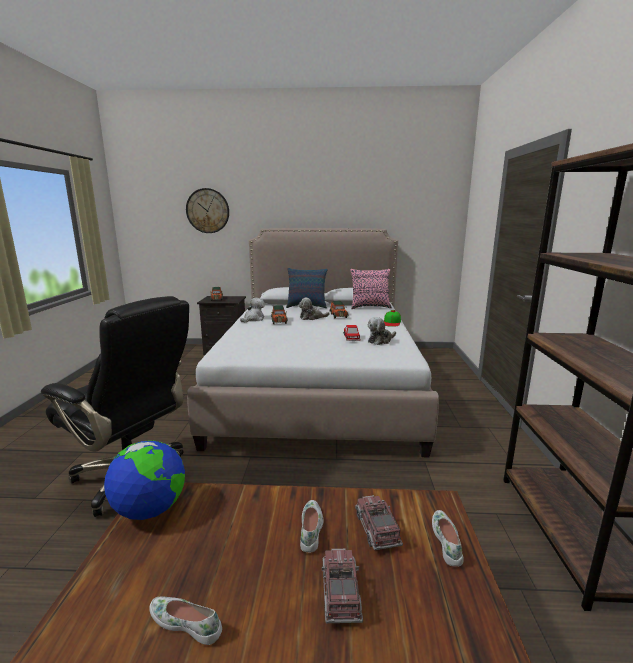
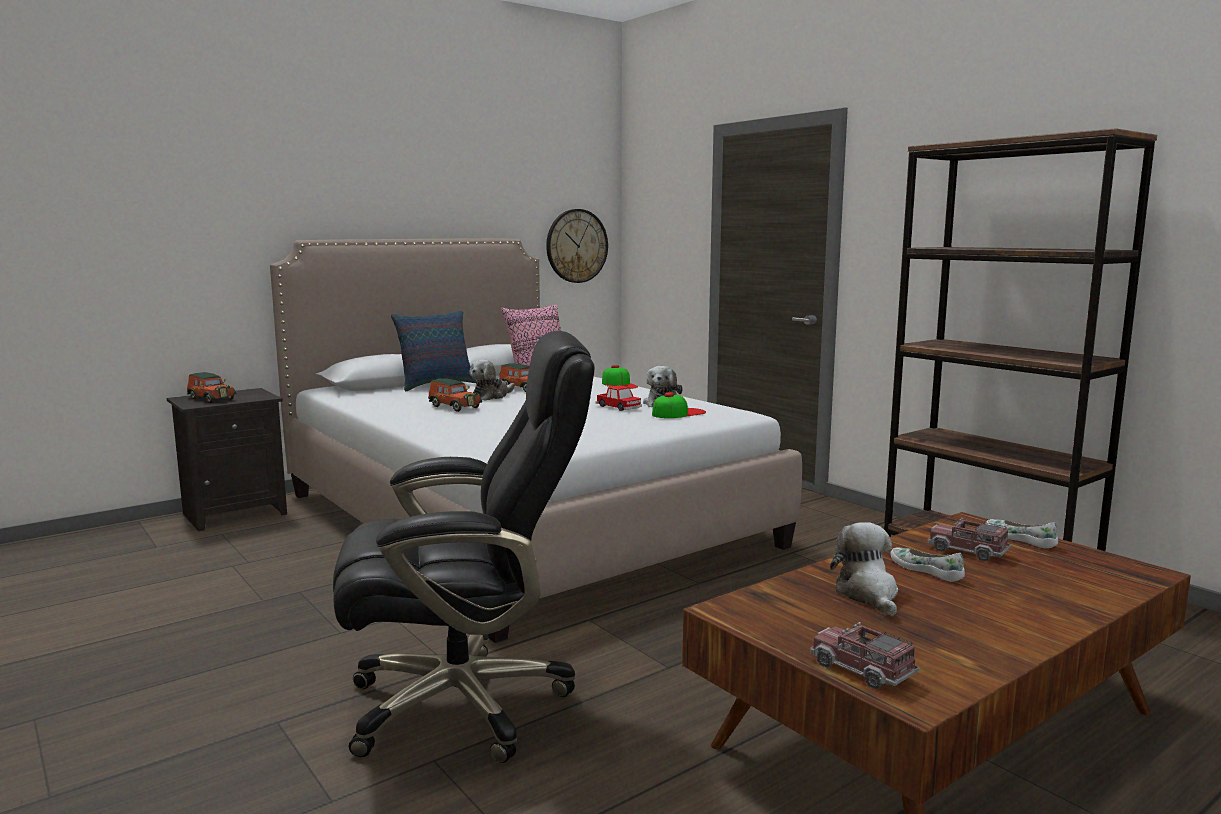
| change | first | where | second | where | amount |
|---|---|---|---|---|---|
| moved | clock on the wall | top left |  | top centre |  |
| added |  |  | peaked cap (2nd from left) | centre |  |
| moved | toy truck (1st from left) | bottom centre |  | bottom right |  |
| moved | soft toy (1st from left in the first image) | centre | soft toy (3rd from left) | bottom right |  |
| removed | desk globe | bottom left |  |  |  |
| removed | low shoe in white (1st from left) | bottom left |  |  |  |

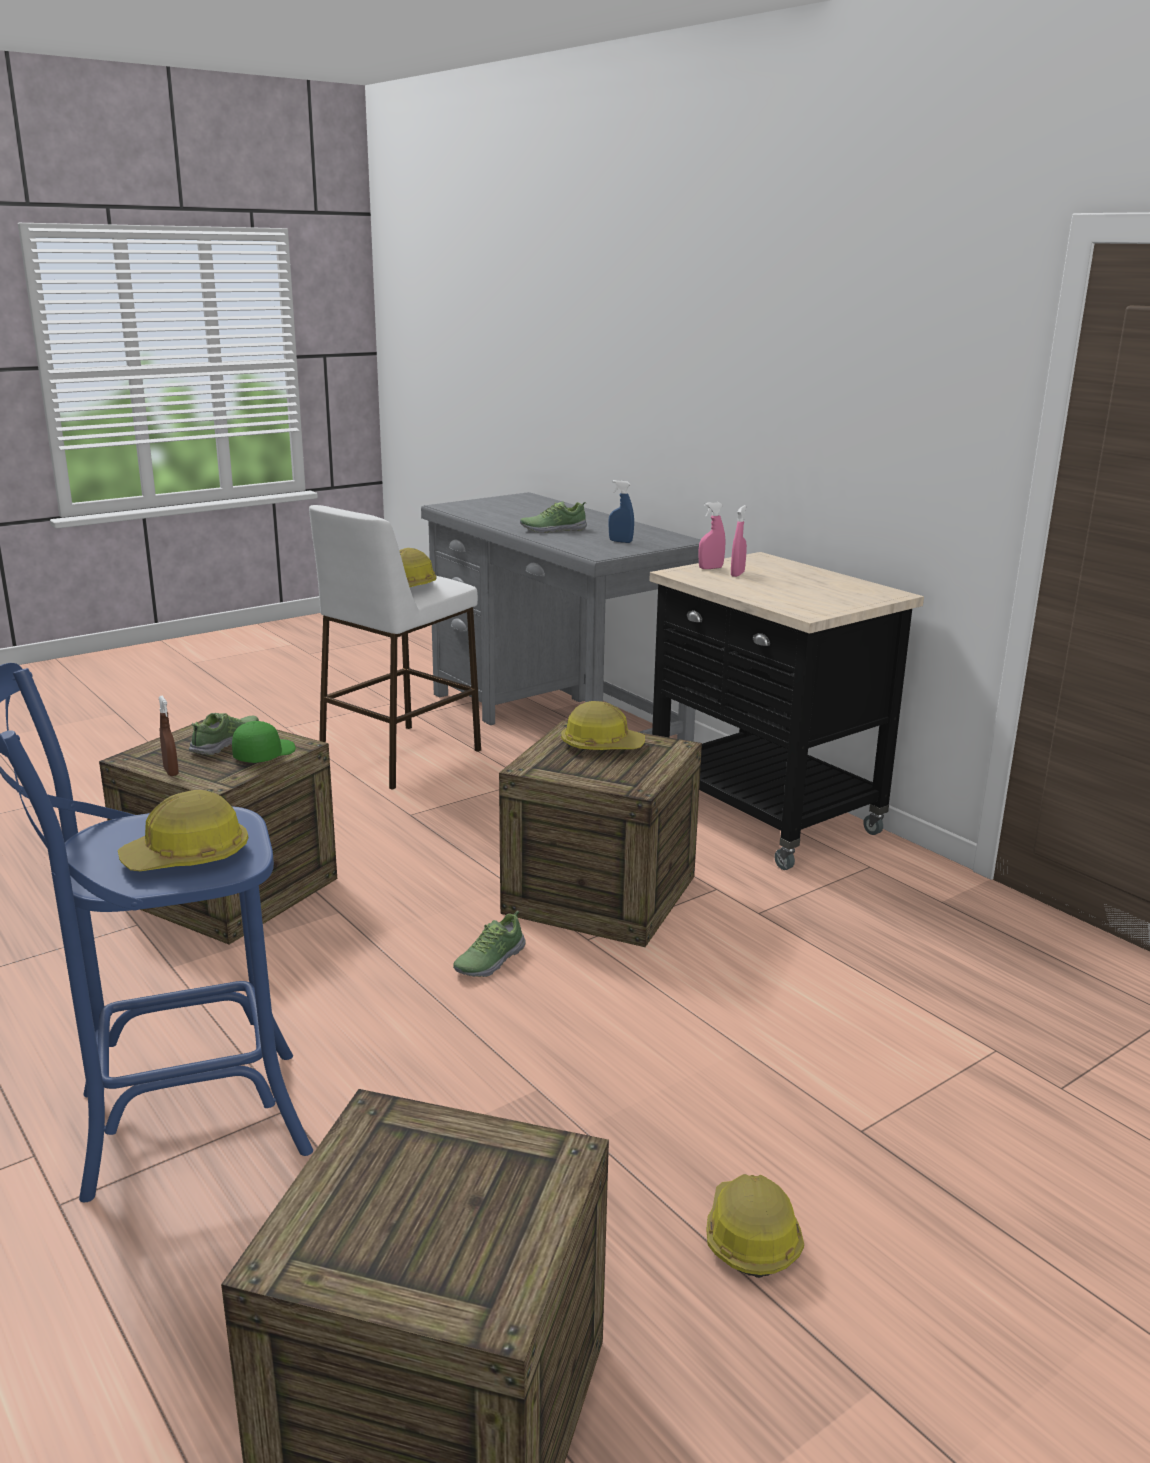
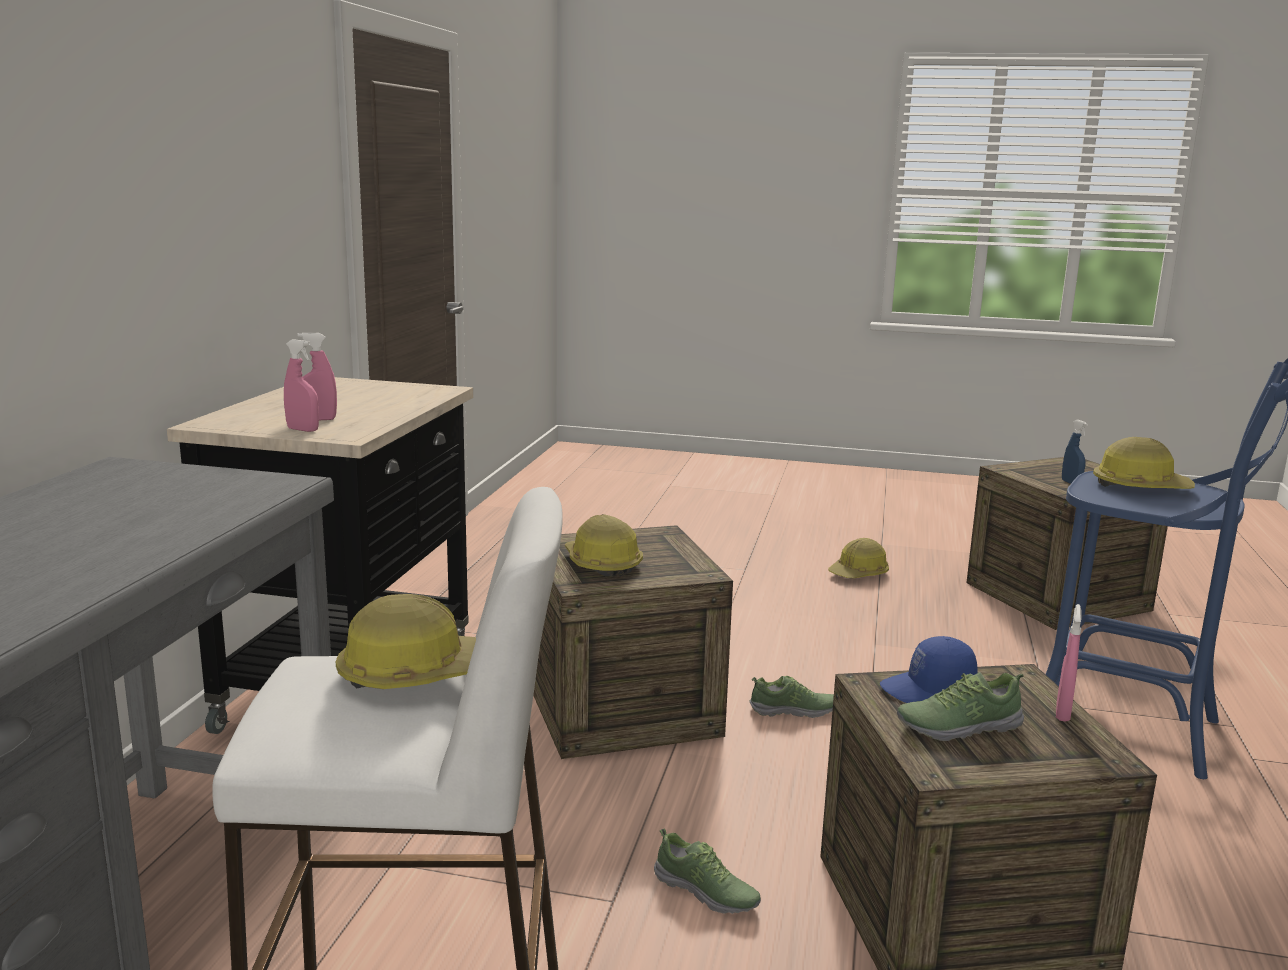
| change | first | where | second | where | amount |
|---|---|---|---|---|---|
| moved | low shoe (3rd from left in the first image) | centre | low shoe (1st from left) | bottom centre |  |
| recoloured | peaked cap in greenish | middle left | peaked cap in blue | bottom right |  |
| recoloured | hand sprayer in brown-coloured | middle left | hand sprayer in pinkish (3rd from left) | bottom right |  |
| moved | hand sprayer in blue | centre |  | middle right |  |

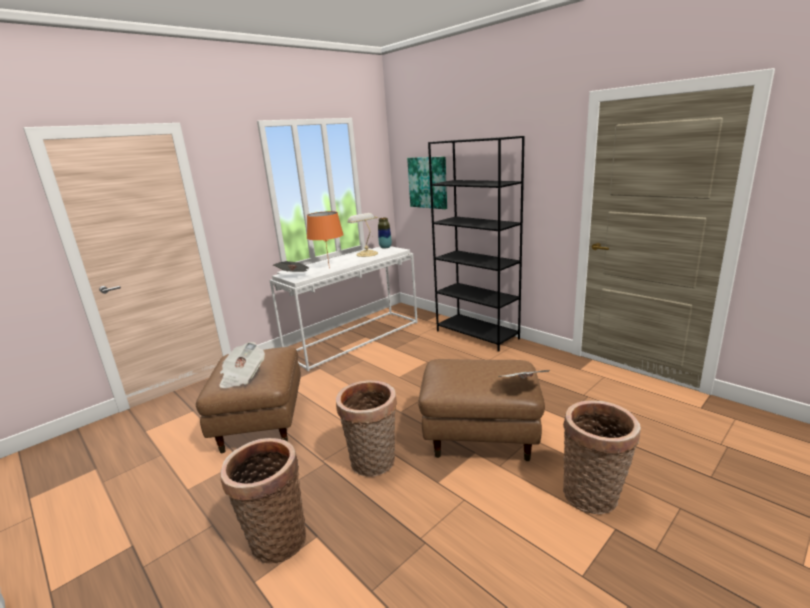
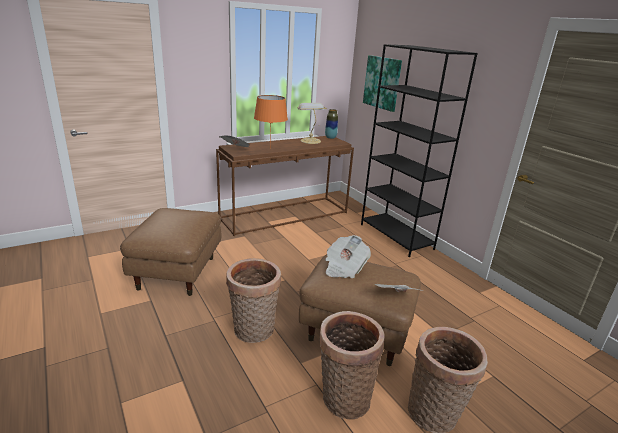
| change | first | where | second | where | amount |
|---|---|---|---|---|---|
| recoloured | console table in white | centre | console table in brown-coloured | centre |  |
| moved | basket (1st from left in the first image) | bottom left | basket (2nd from left) | bottom centre |  |
| moved | newspaper (1st from left in the first image) | middle left | newspaper (2nd from left) | centre |  |

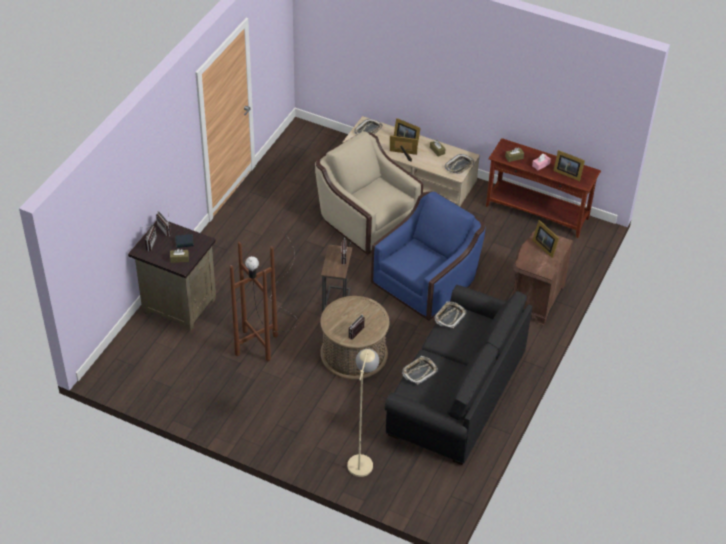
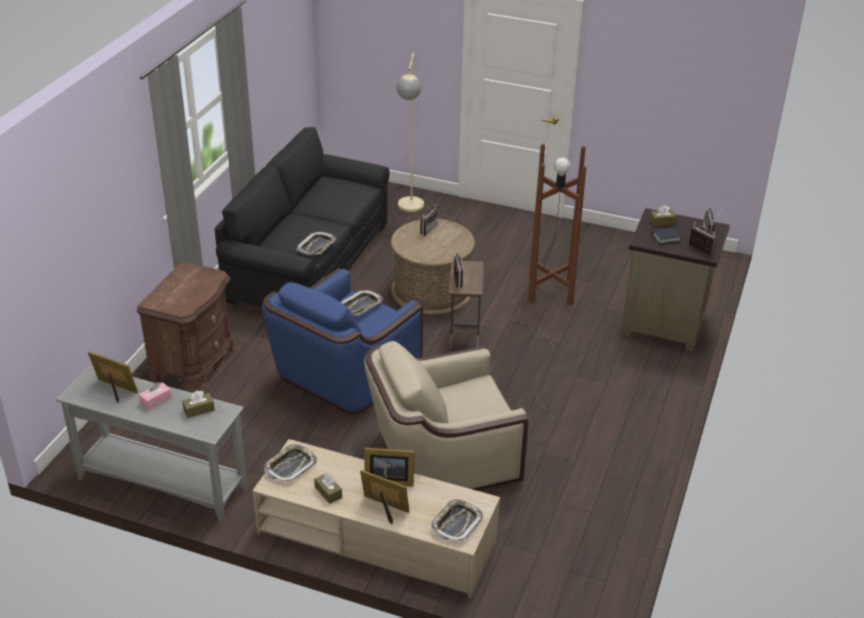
| change | first | where | second | where | amount |
|---|---|---|---|---|---|
| recoloured | console table in brown-coloured | middle right | console table in greyish | bottom left |  |
| moved | tray (2nd from left in the first image) | bottom centre | tray (3rd from left) | centre |  |
| turned | easy chair in beige-coloured | centre |  | bottom centre | 120 degrees clockwise |
| removed | standing frame (3rd from left) | middle right |  |  |  |

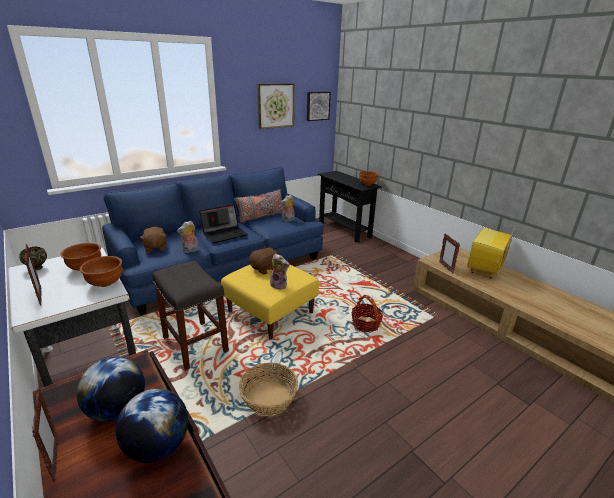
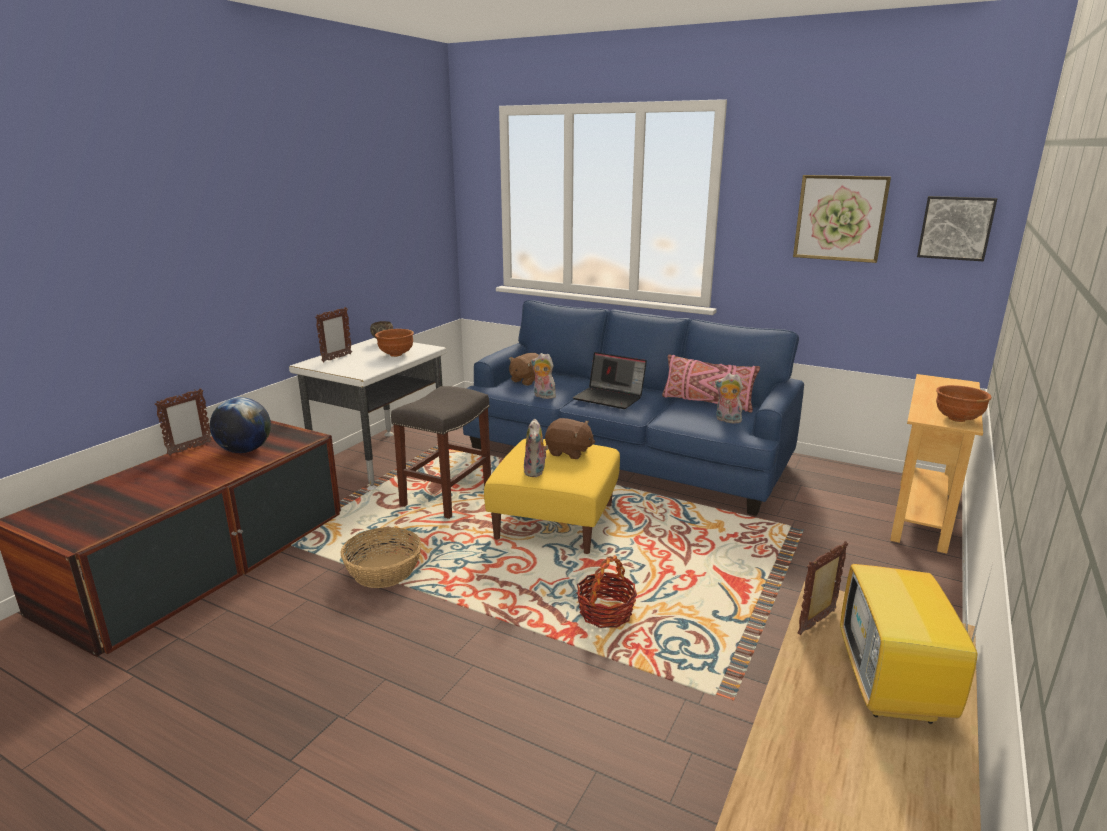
| change | first | where | second | where | amount |
|---|---|---|---|---|---|
| recoloured | pillow in greyish | centre | pillow in pinkish | centre |  |
| turned | TV set | middle right |  | bottom right | 90 degrees counterclockwise |
| recoloured | console table in black-coloured | centre | console table in beige-coloured | middle right |  |
| removed | deep dish in brown-coloured (3rd from left) | middle left |  |  |  |
| removed | desk globe (2nd from left) | bottom left |  |  |  |

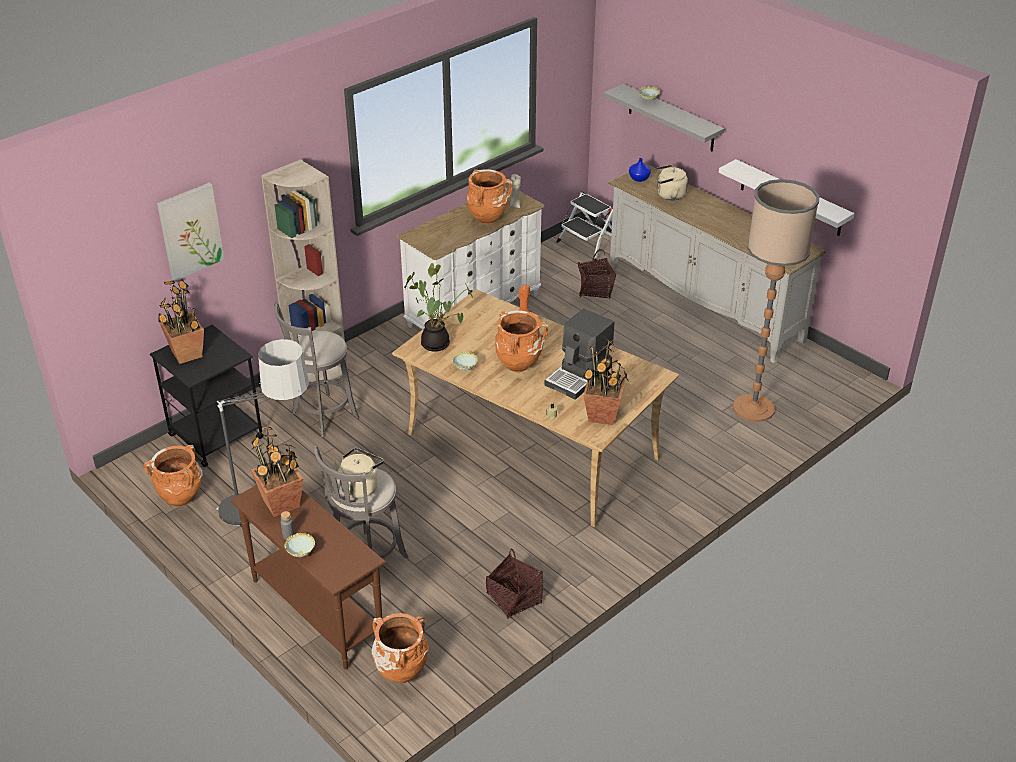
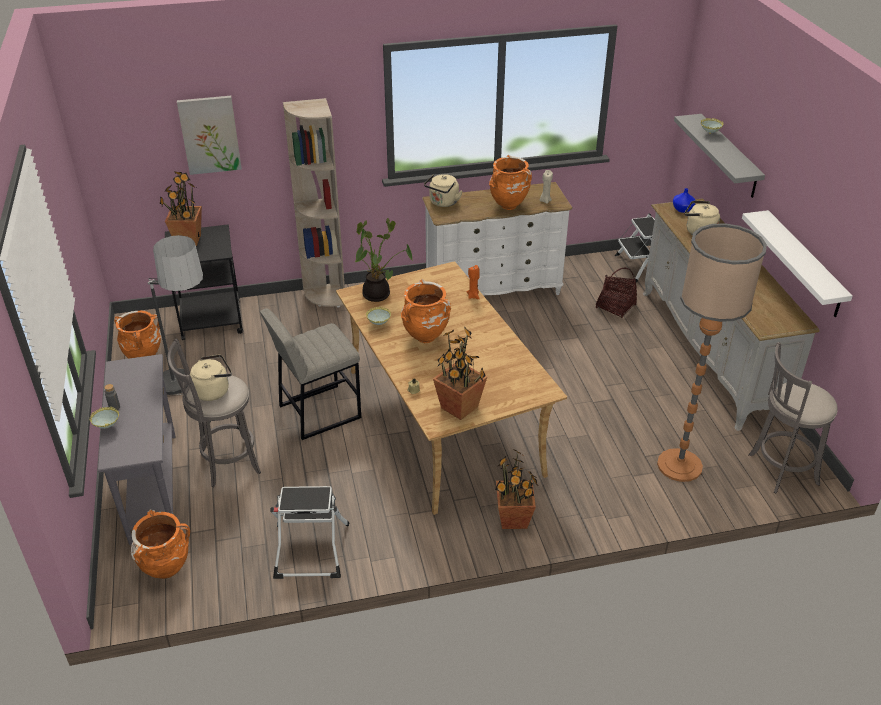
| change | first | where | second | where | amount |
|---|---|---|---|---|---|
| recoloured | console table in brown-coloured | bottom left | console table in greyish | middle left |  |
| added |  |  | plain chair in greyish | centre |  |
| replaced | basket (1st from left) | bottom centre | stepladder (1st from left) | bottom centre |  |
| added |  |  | kettle in beige-coloured (2nd from left) | top centre |  |
| moved | potted plant (2nd from left in the first image) | middle left | potted plant (4th from left) | bottom centre |  |
| moved | sitting stool in greyish (1st from left in the first image) | middle left | sitting stool in greyish (2nd from left) | middle right |  |
| removed | coffee maker | centre |  |  |  |

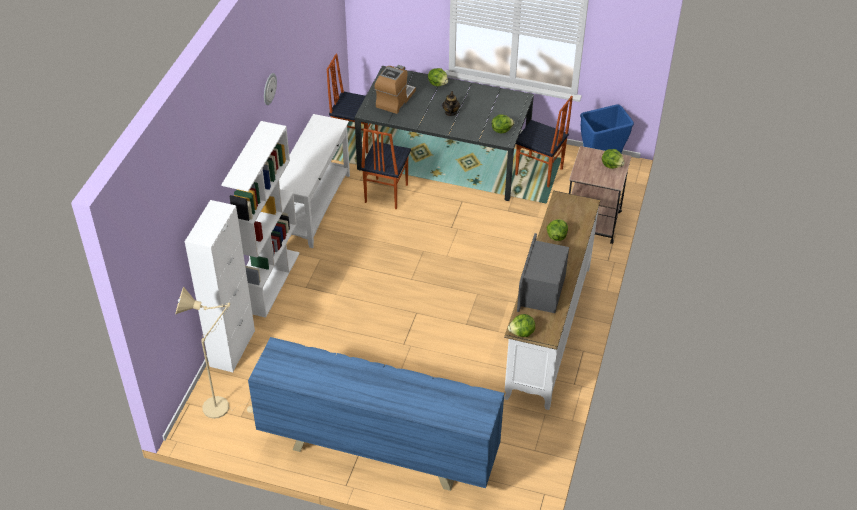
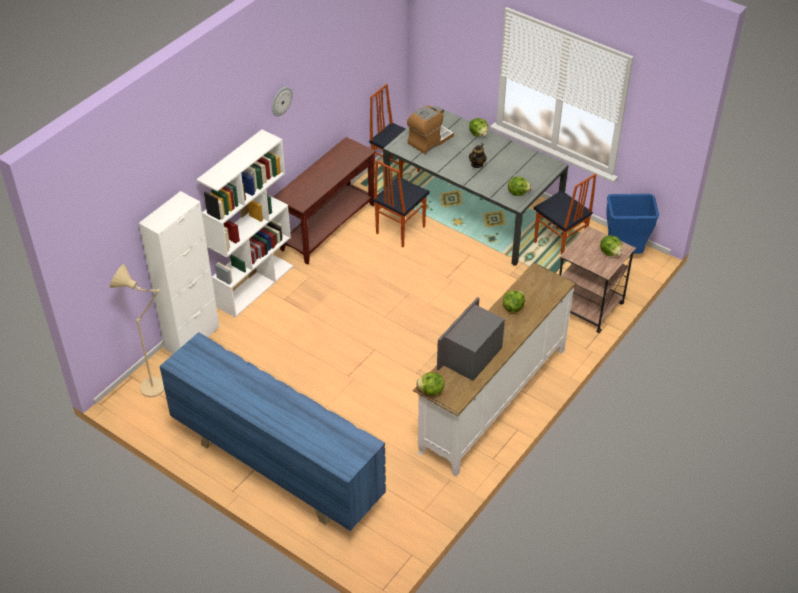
| change | first | where | second | where | amount |
|---|---|---|---|---|---|
| recoloured | console table in white | centre | console table in brown-coloured | centre |  |

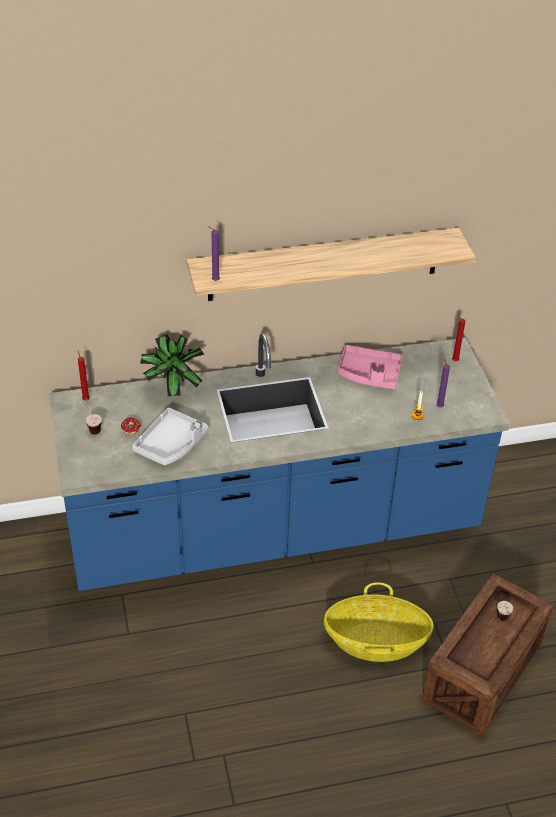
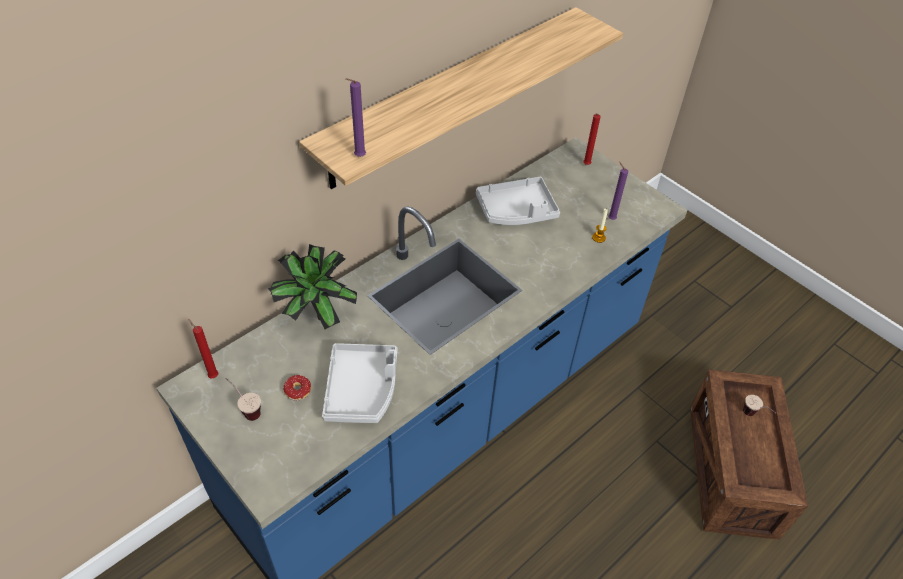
| change | first | where | second | where | amount |
|---|---|---|---|---|---|
| recoloured | tray in pinkish | centre | tray in greyish (2nd from left) | centre |  |
| removed | basket | bottom right |  |  |  |

